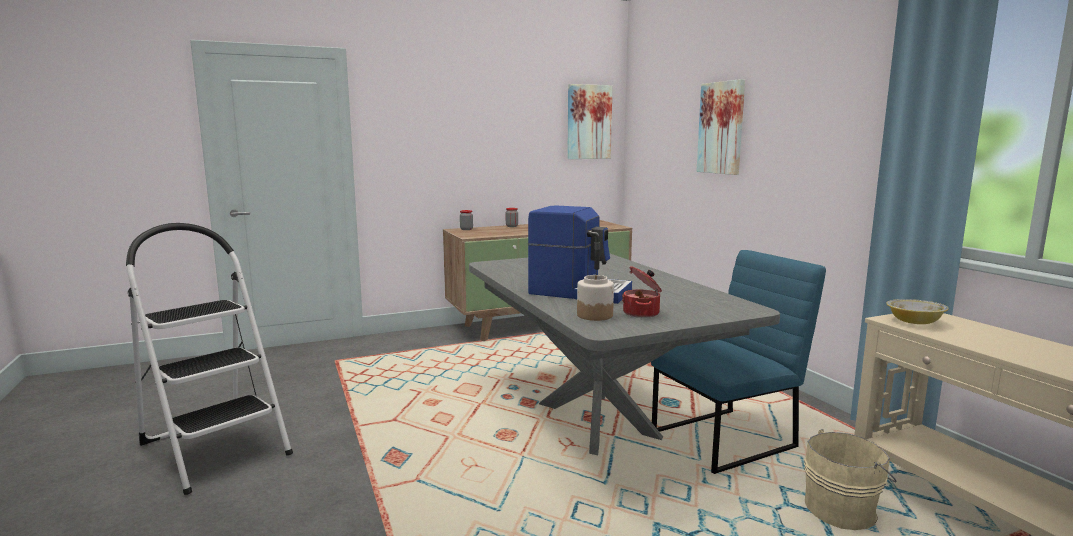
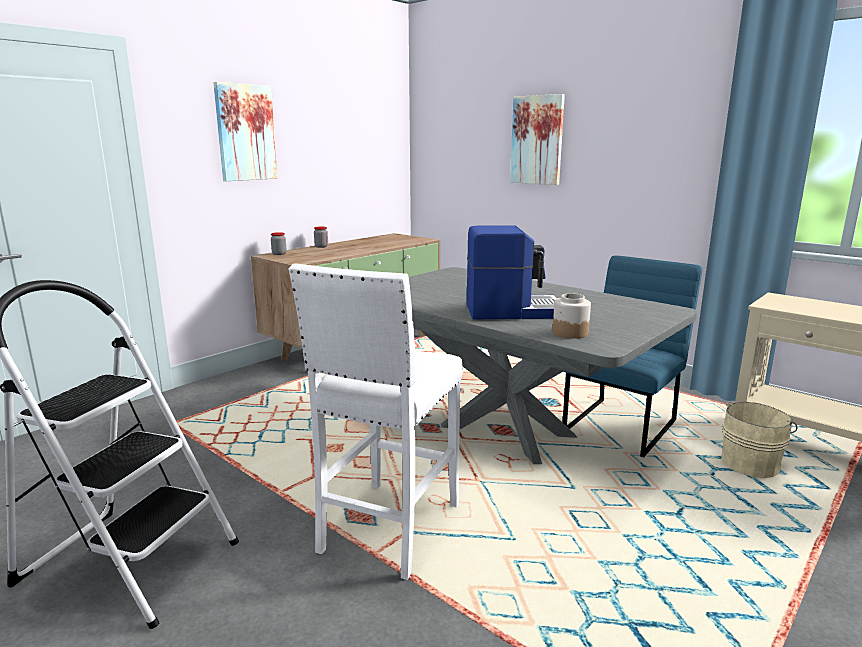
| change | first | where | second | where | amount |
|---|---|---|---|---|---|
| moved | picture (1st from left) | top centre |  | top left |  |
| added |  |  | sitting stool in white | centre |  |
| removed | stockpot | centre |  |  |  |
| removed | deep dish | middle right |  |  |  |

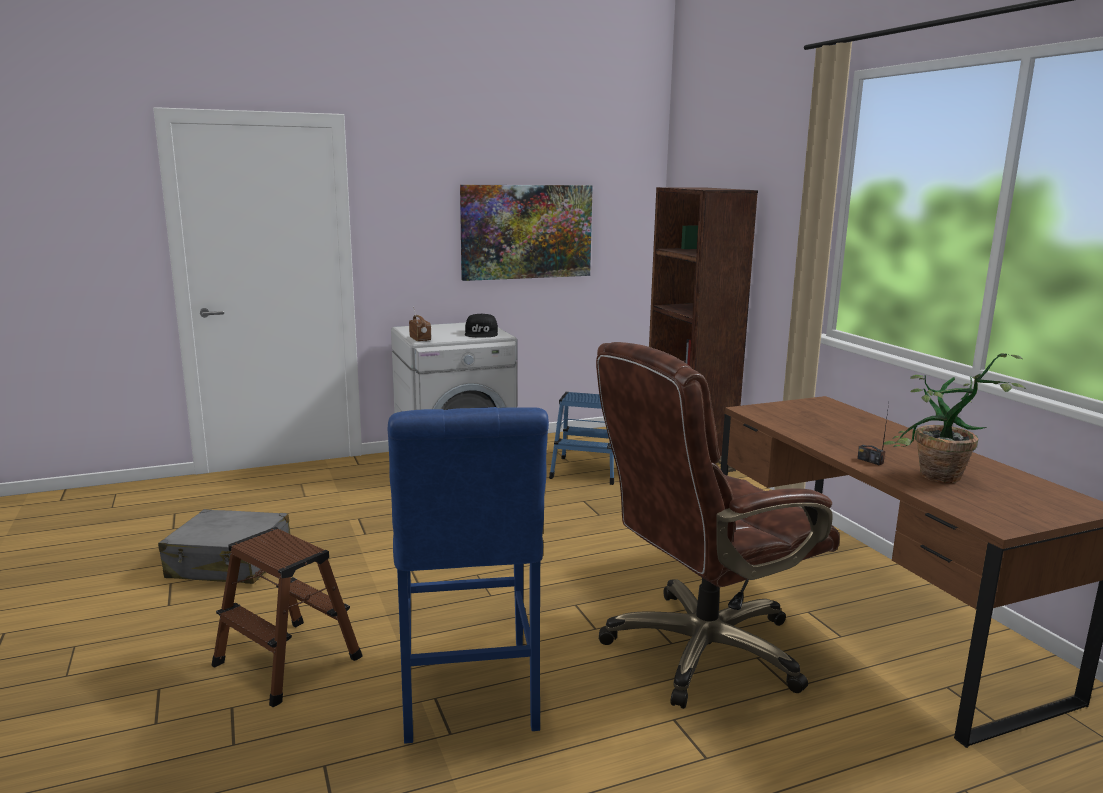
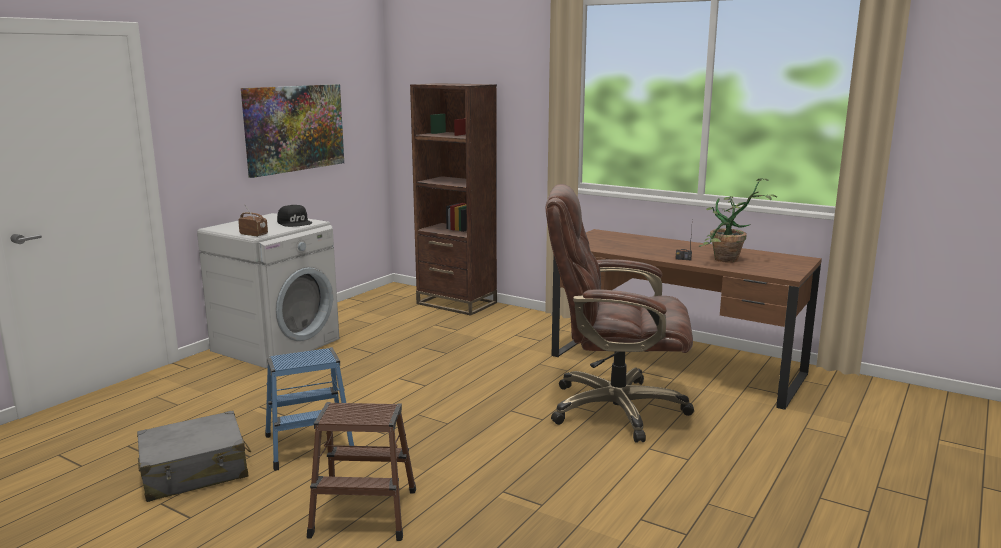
| change | first | where | second | where | amount |
|---|---|---|---|---|---|
| moved | stepladder in blue | centre |  | bottom left |  |
| turned | computer chair in brown-coloured | centre |  | centre | 75 degrees clockwise |
| removed | sitting stool in blue | bottom centre |  |  |  |

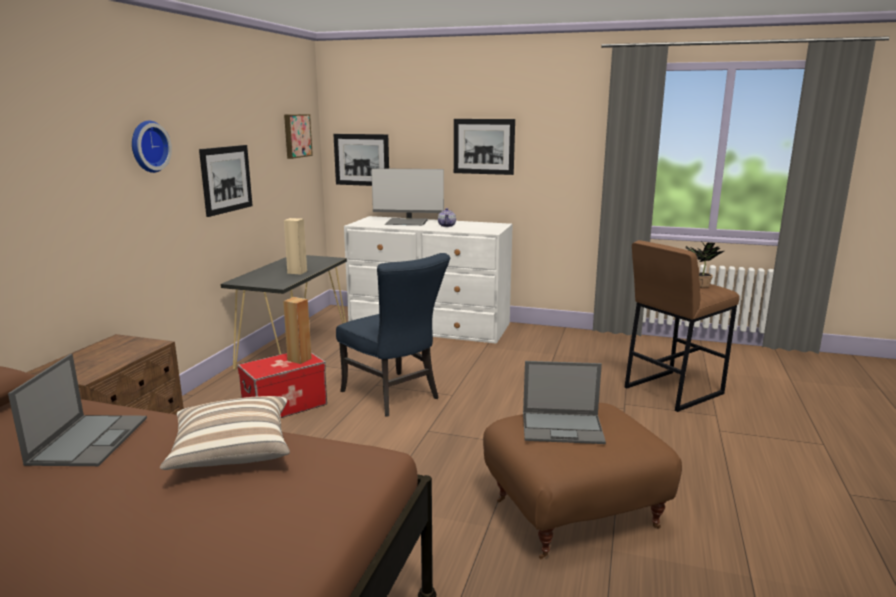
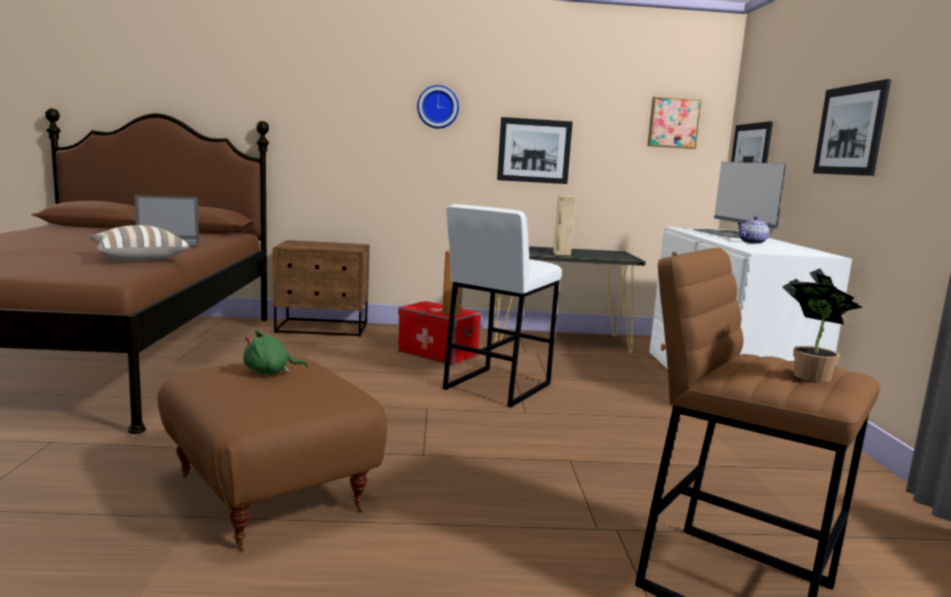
| change | first | where | second | where | amount |
|---|---|---|---|---|---|
| replaced | portable computer (2nd from left) | bottom centre | soft toy in greenish | middle left |  |
| replaced | plain chair in blue | centre | sitting stool in white | centre |  |

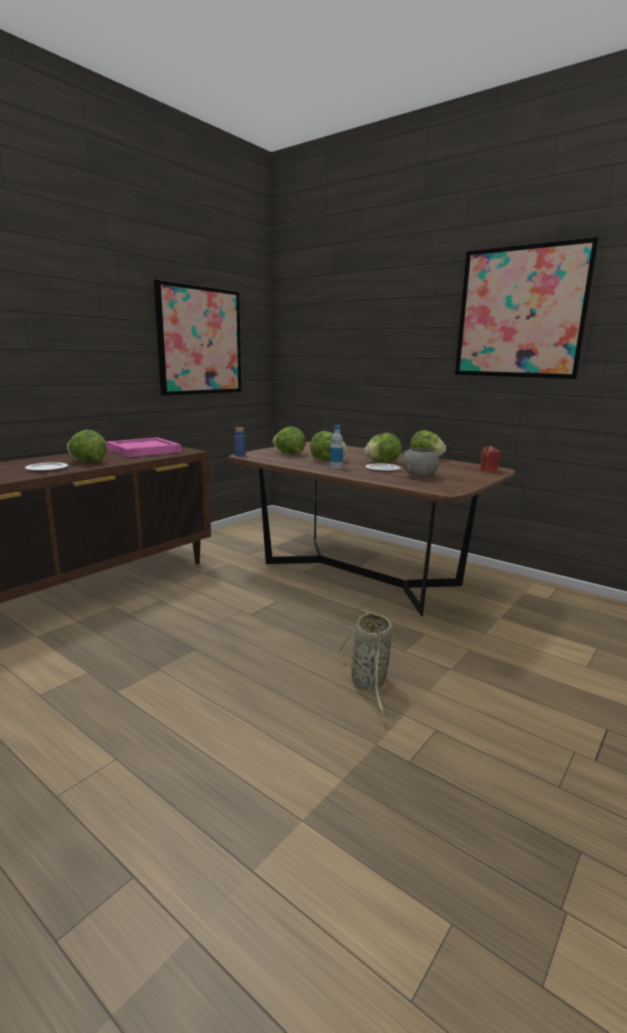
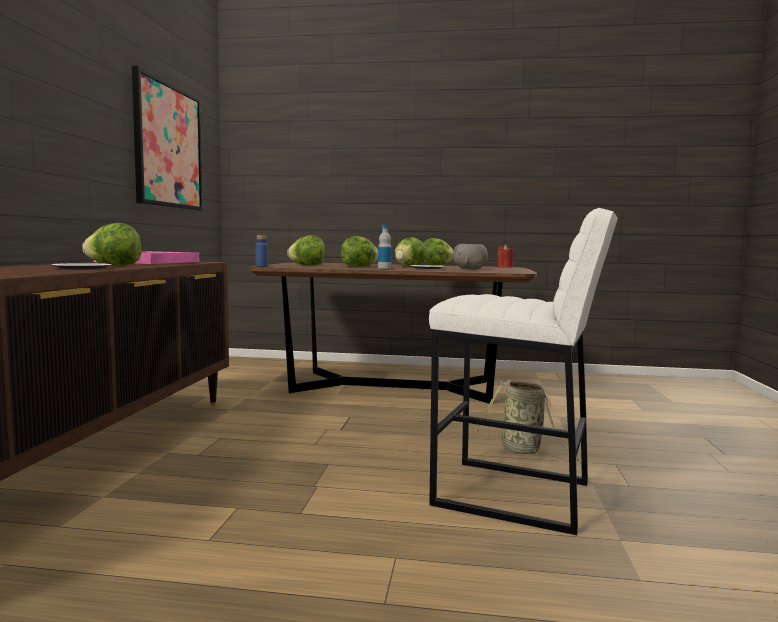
| change | first | where | second | where | amount |
|---|---|---|---|---|---|
| added |  |  | sitting stool in white | middle right |  |
| removed | picture (2nd from left) | top right |  |  |  |

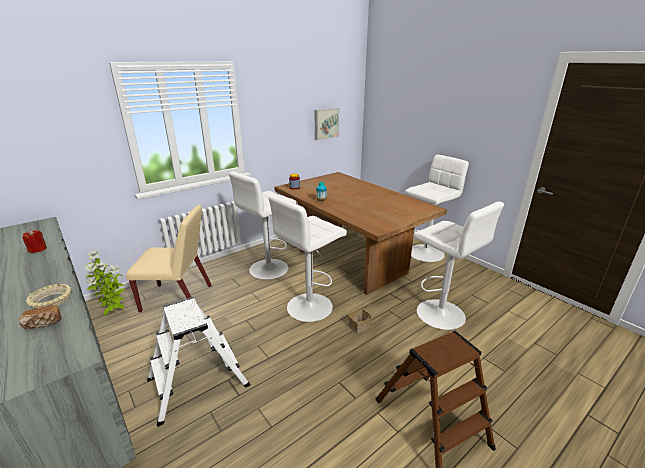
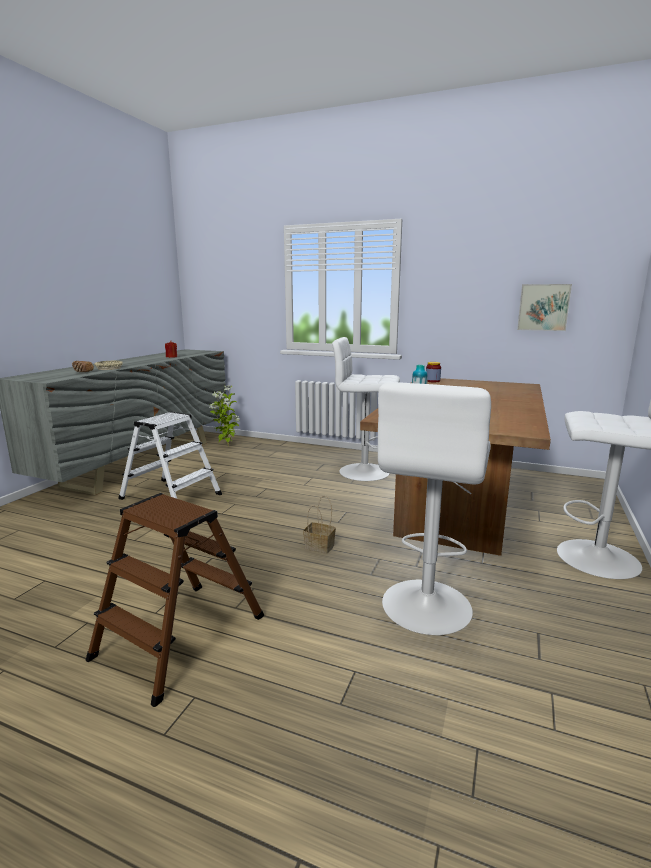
| change | first | where | second | where | amount |
|---|---|---|---|---|---|
| removed | plain chair in beige-coloured | middle left |  |  |  |
| removed | sitting stool in white (2nd from left) | centre |  |  |  |

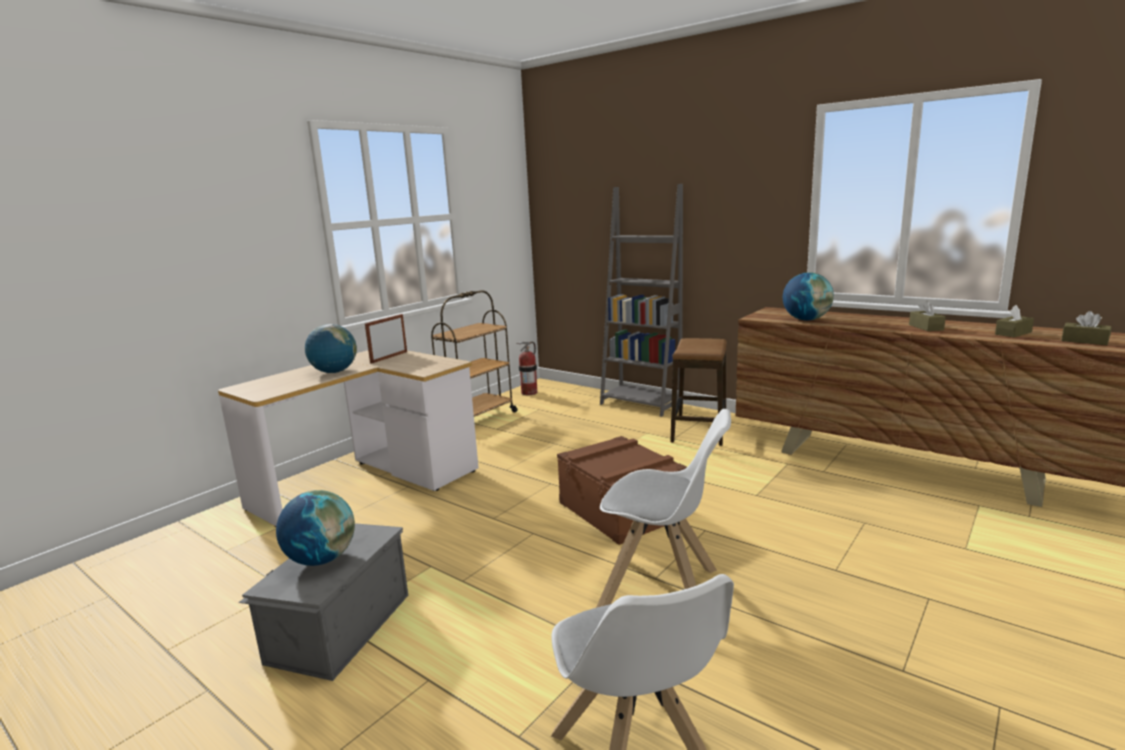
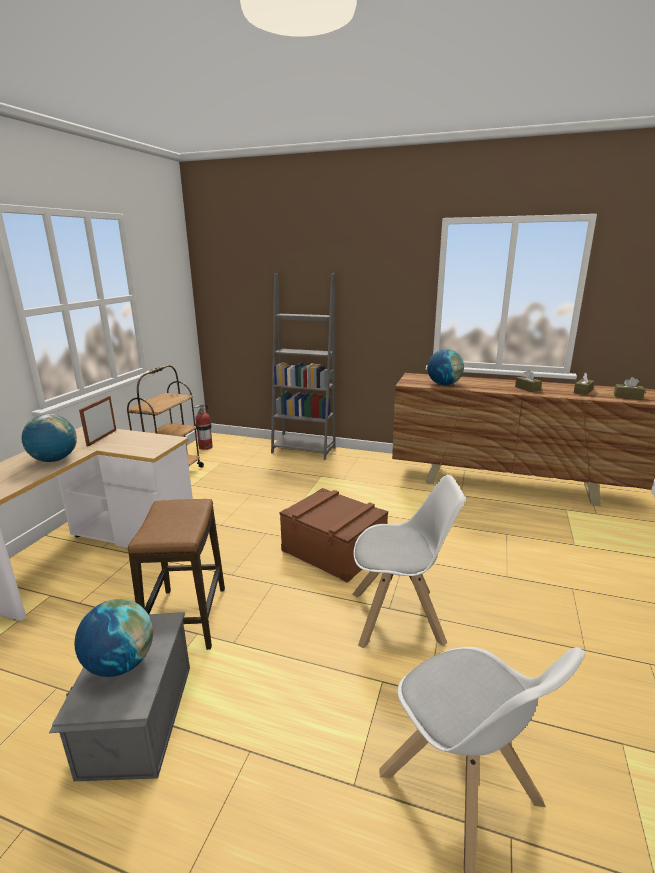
| change | first | where | second | where | amount |
|---|---|---|---|---|---|
| moved | sitting stool | centre |  | middle left |  |

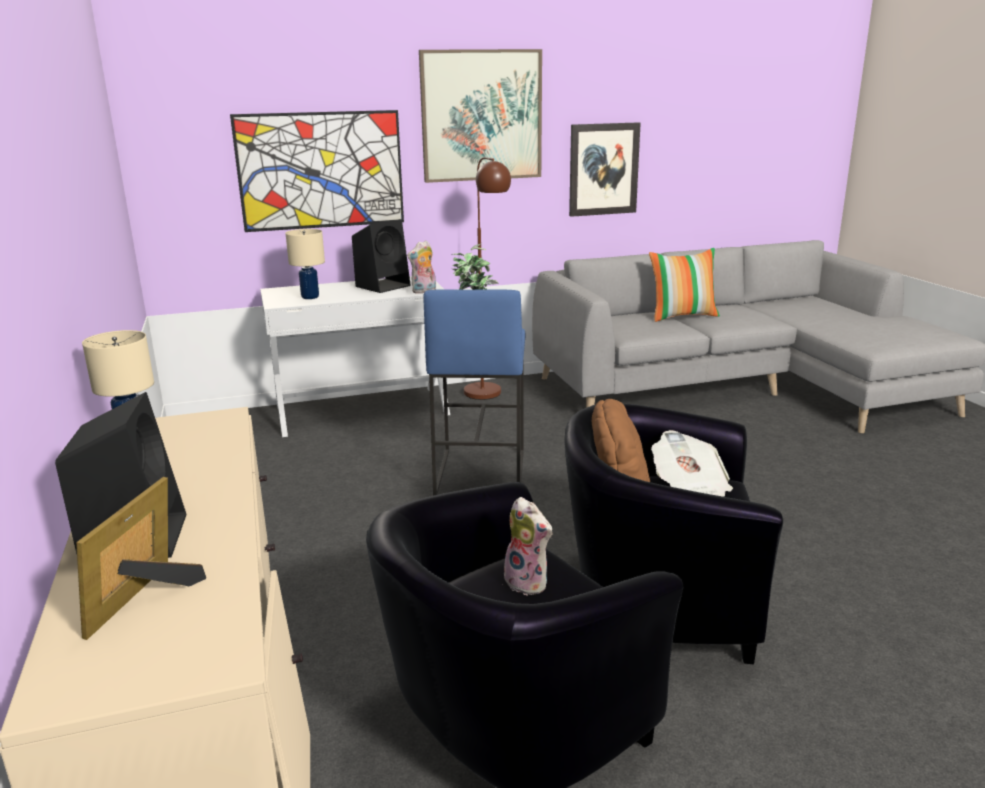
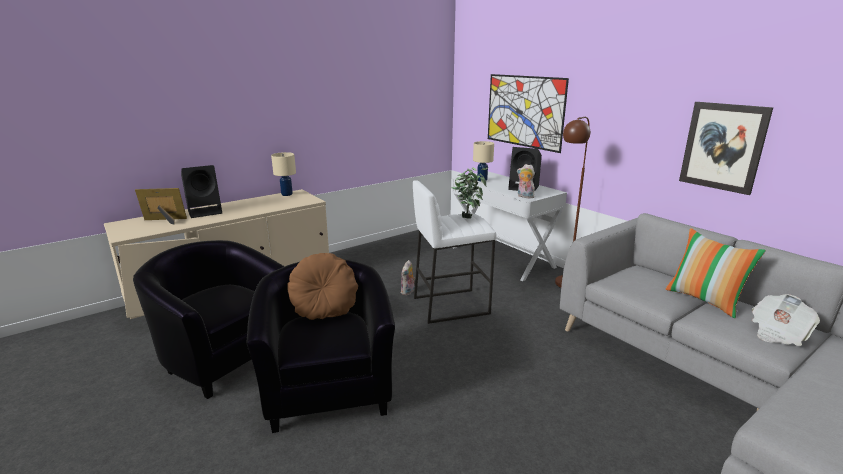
| change | first | where | second | where | amount |
|---|---|---|---|---|---|
| moved | soft toy (2nd from left in the first image) | bottom centre | soft toy (1st from left) | centre |  |
| recoloured | sitting stool in blue | centre | sitting stool in white | centre |  |
| moved | newspaper | middle right |  | bottom right |  |
| removed | picture (2nd from left) | top centre |  |  |  |

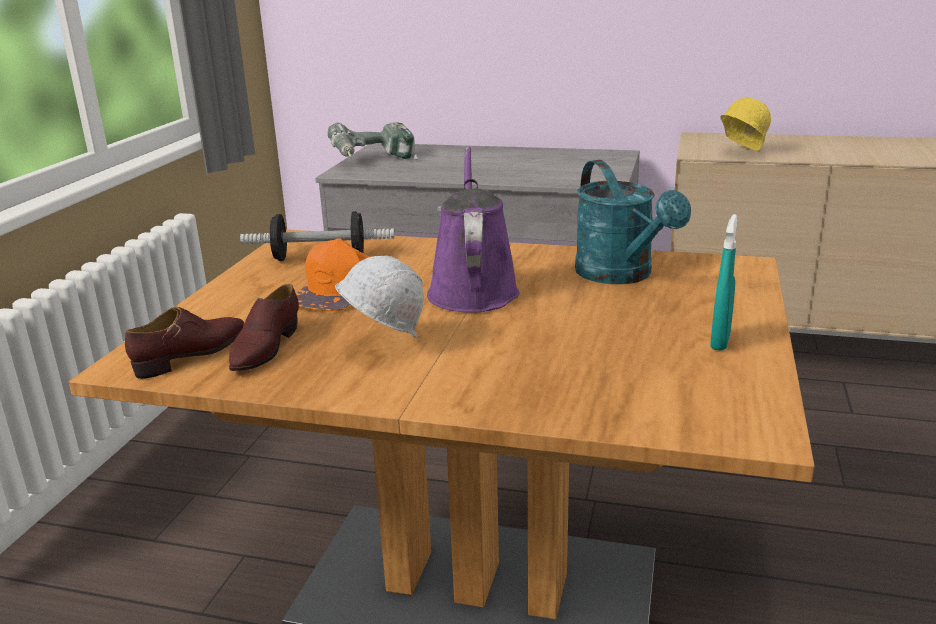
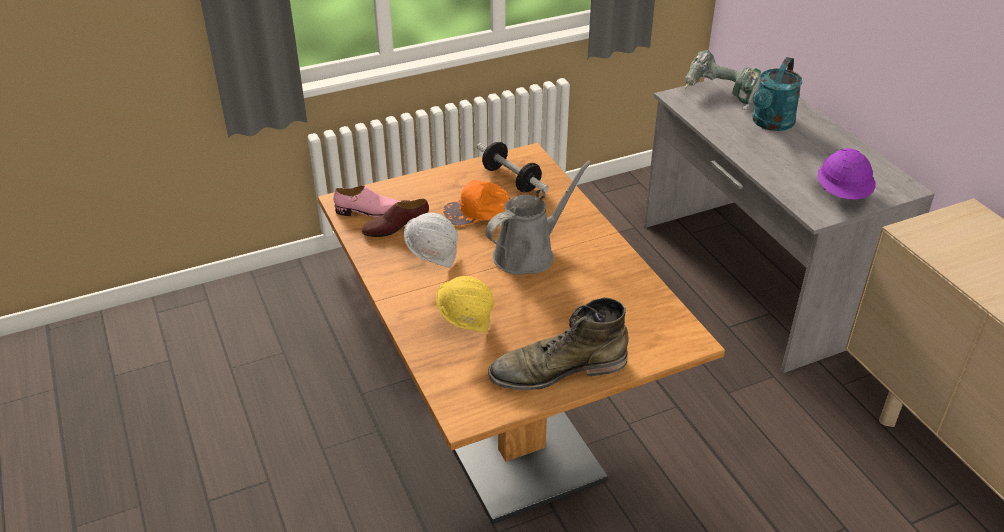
| change | first | where | second | where | amount |
|---|---|---|---|---|---|
| recoloured | low shoe in brown-coloured (1st from left) | middle left | low shoe in pinkish | centre |  |
| moved | safety helmet in yellow | top right |  | centre |  |
| recoloured | watering can in purplish | centre | watering can in greyish | centre |  |
| replaced | hand sprayer in turquoise | middle right | high-top boot in greenish | centre |  |
| moved | watering can in turquoise | middle right |  | top right |  |
| added |  |  | safety helmet in purplish | top right |  |

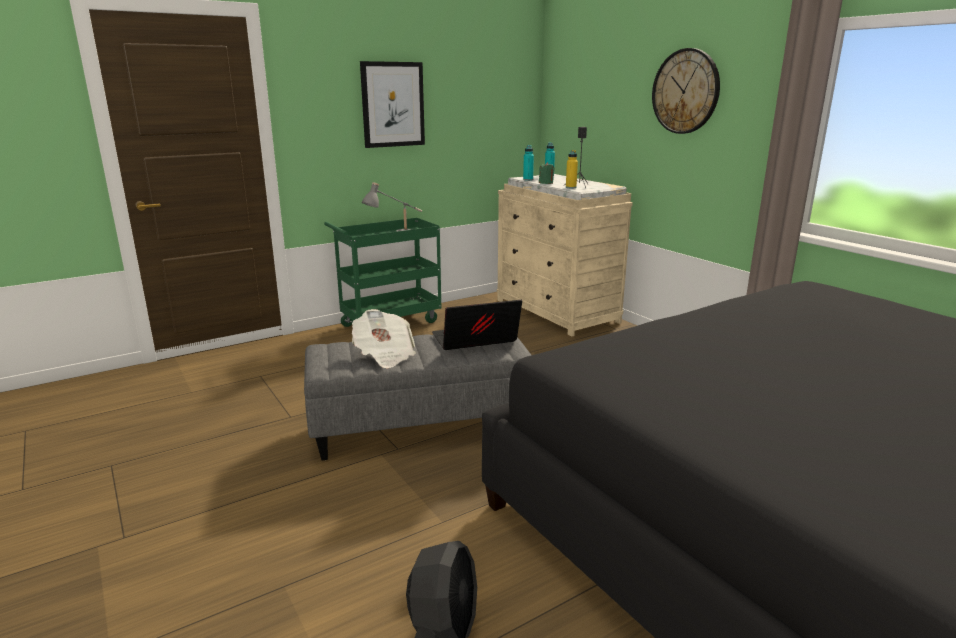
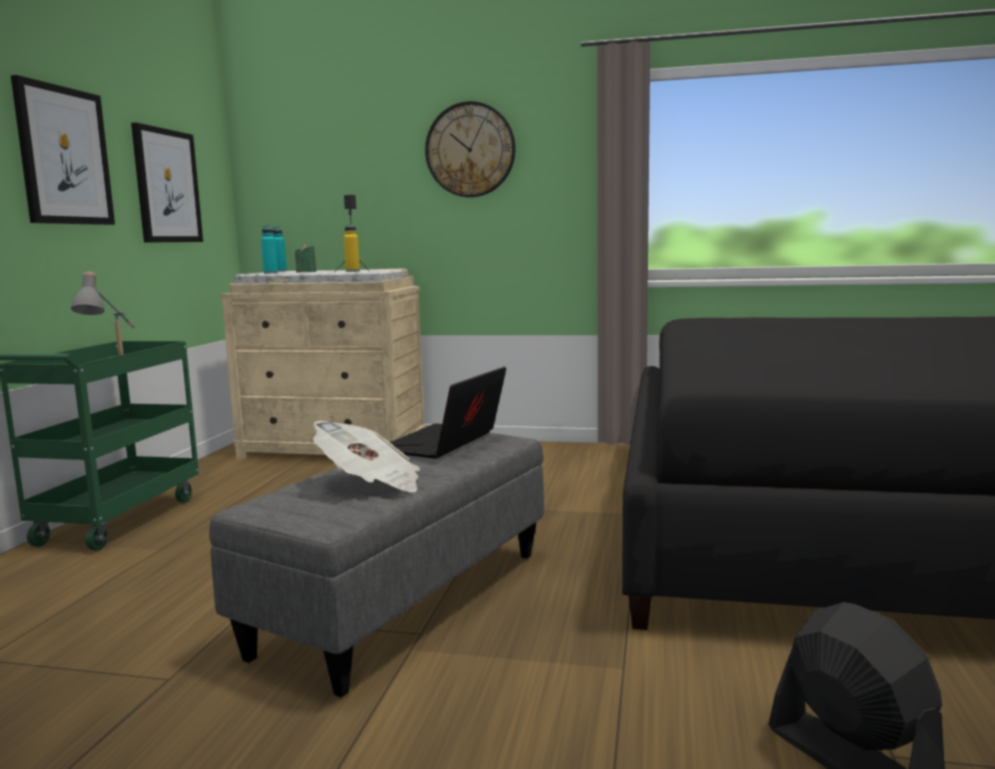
| change | first | where | second | where | amount |
|---|---|---|---|---|---|
| added |  |  | picture (2nd from left) | top left |  |

